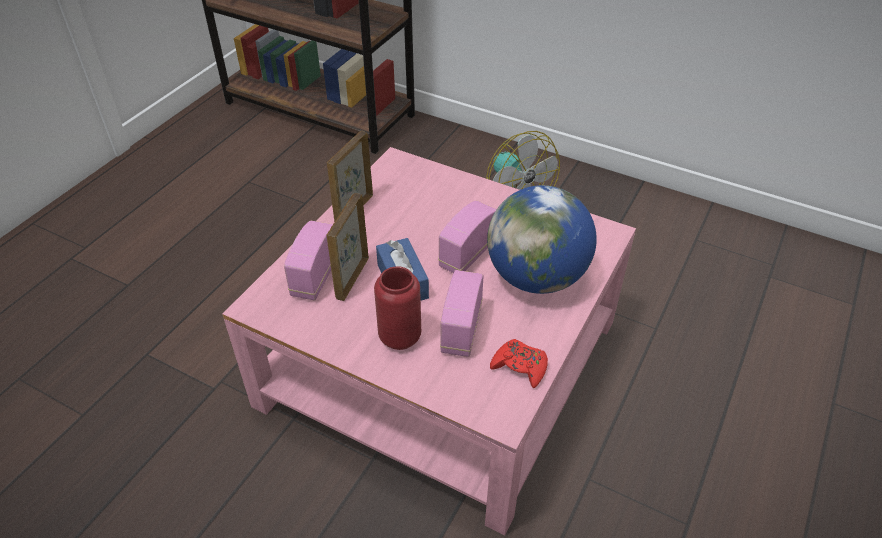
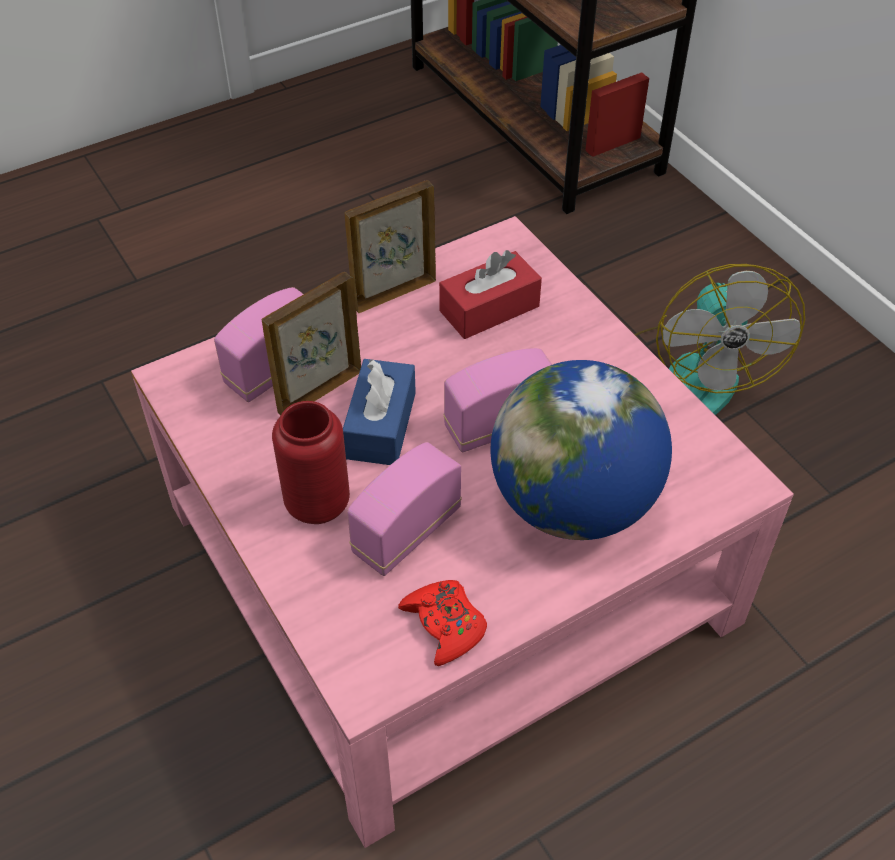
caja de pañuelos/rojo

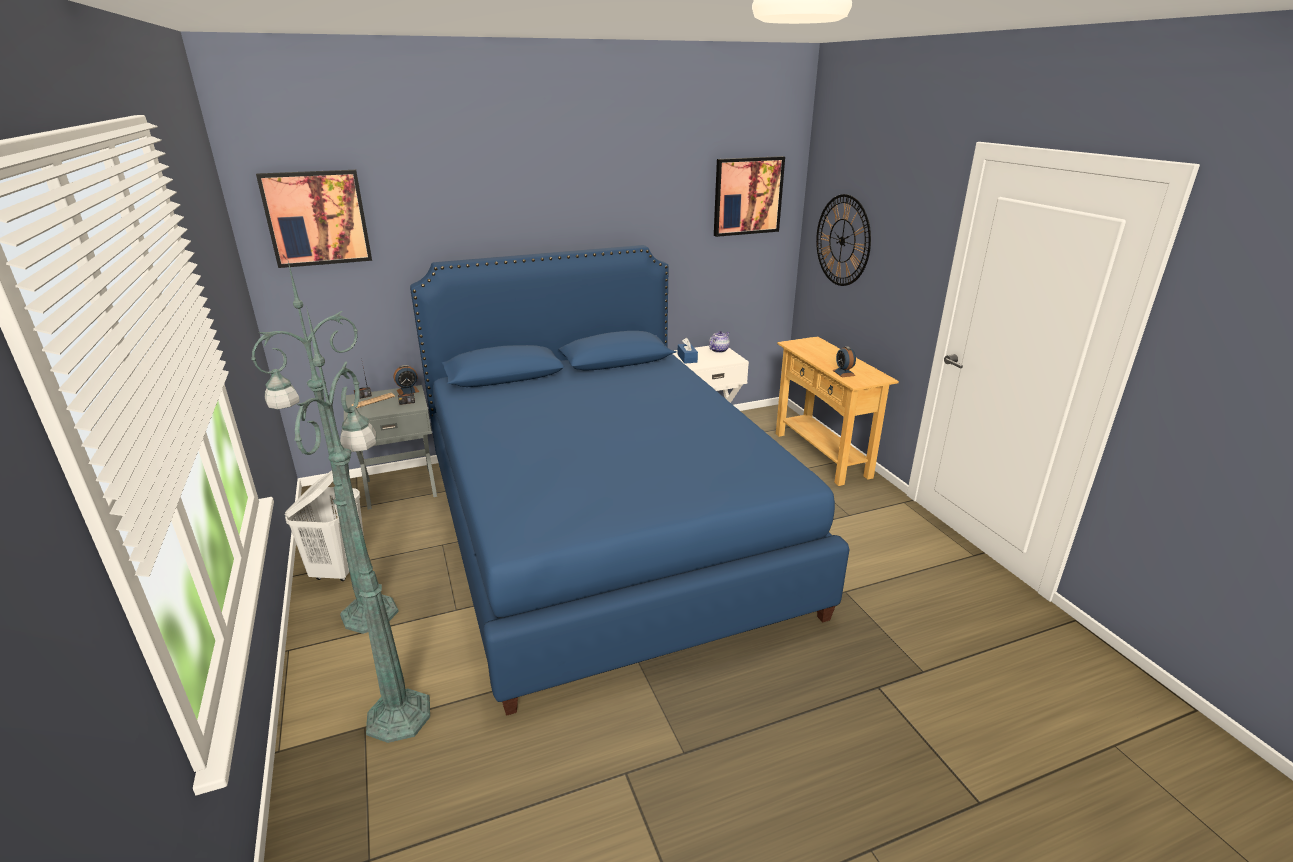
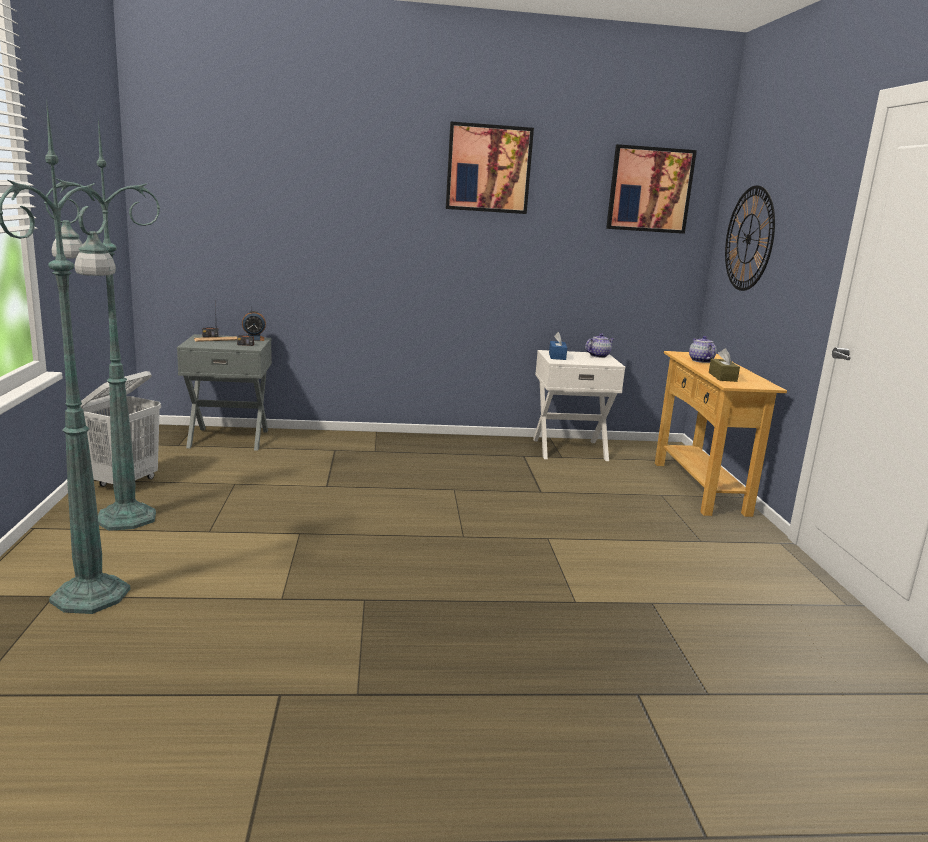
cama/azul
tetera (2nd from left)
cuadro (1st from left)
caja de pañuelos/marrón

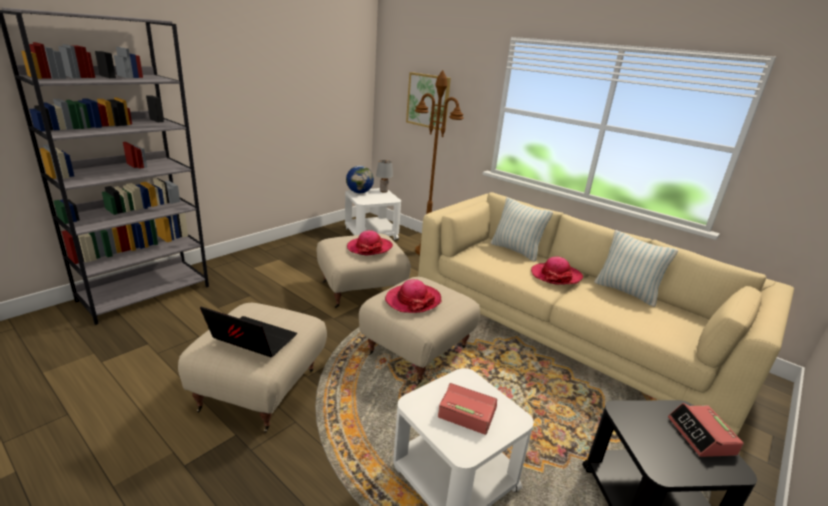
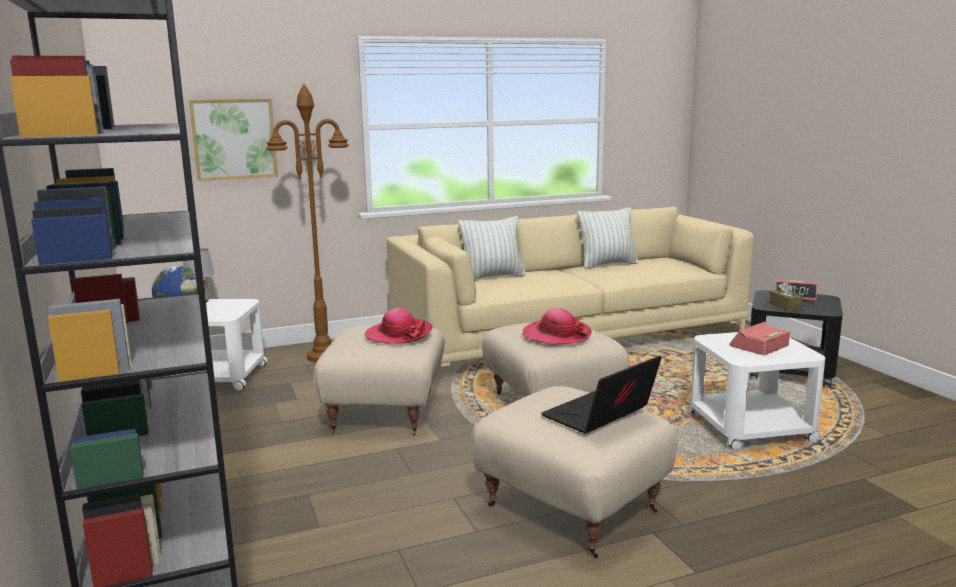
sombrero (3rd from left in the first image)
caja de pañuelos/marrón

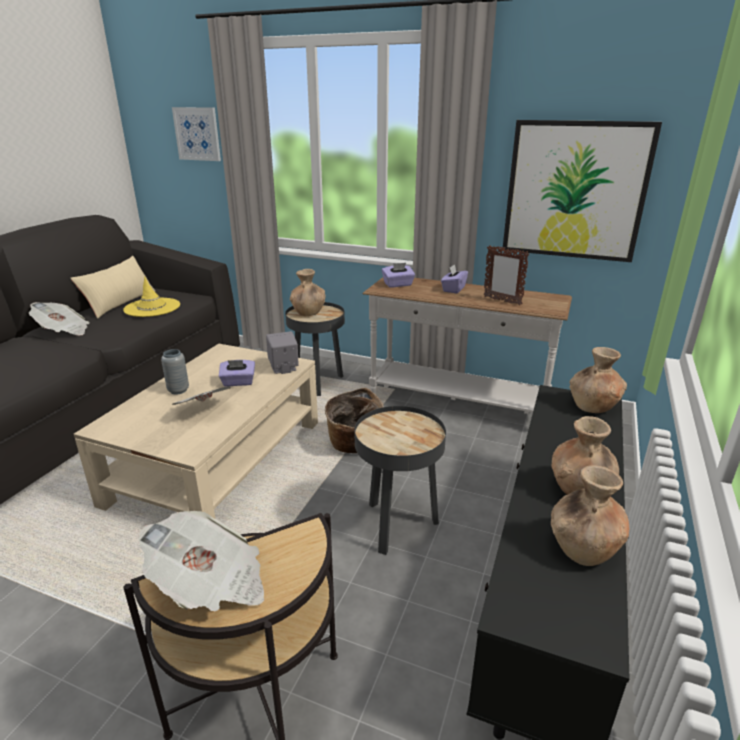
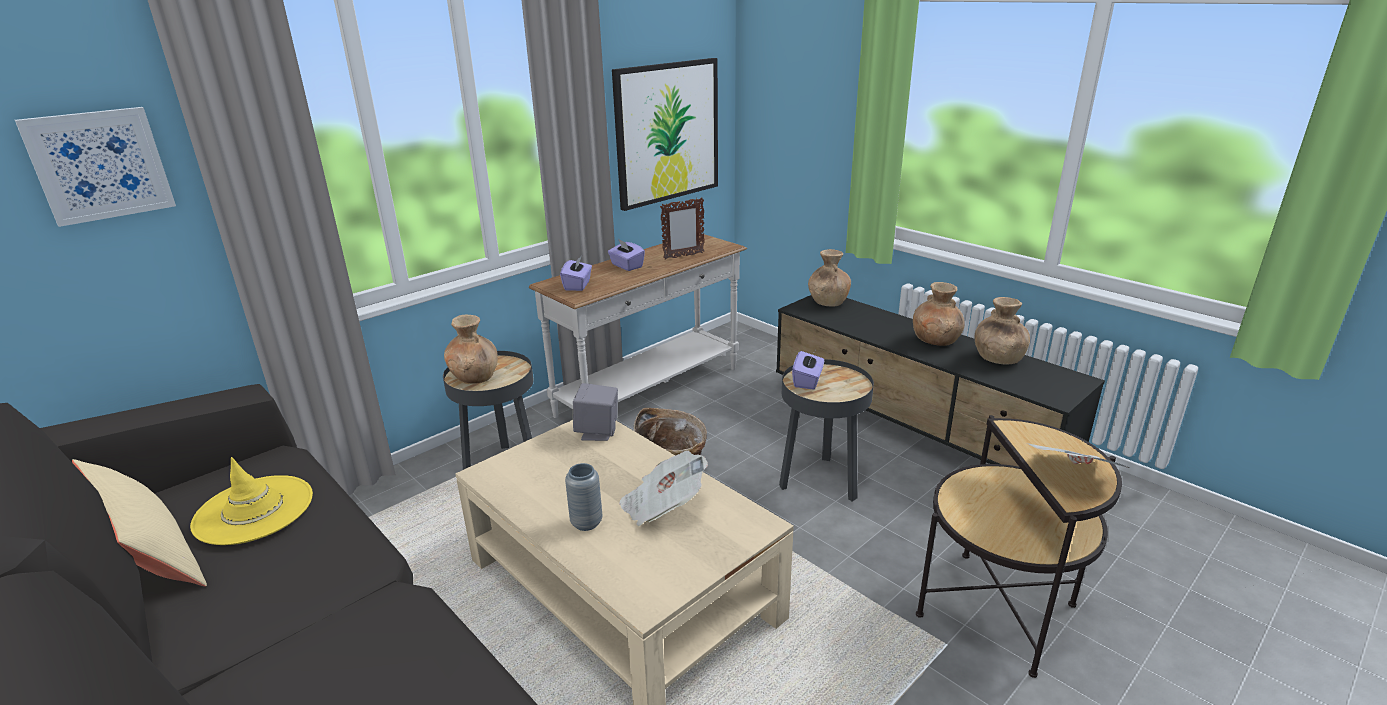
periódico (1st from left in the first image)
caja de pañuelos/morado (3rd from left)

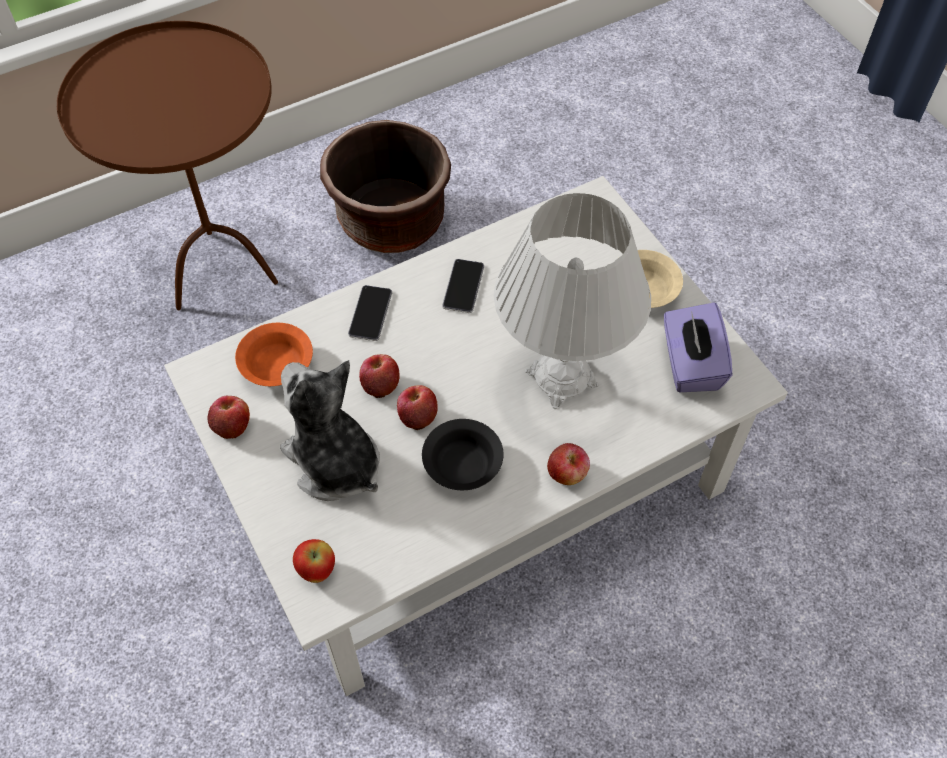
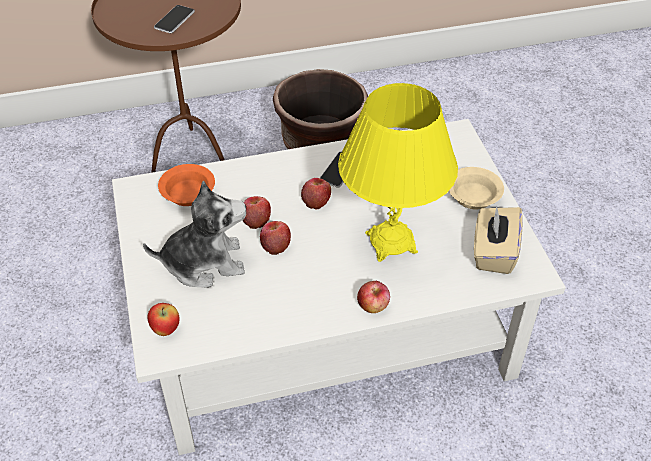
cuenco/negro
manzana (4th from left)
móvil (1st from left)
lámpara de mesa/amarillo
caja de pañuelos/beis
peluche

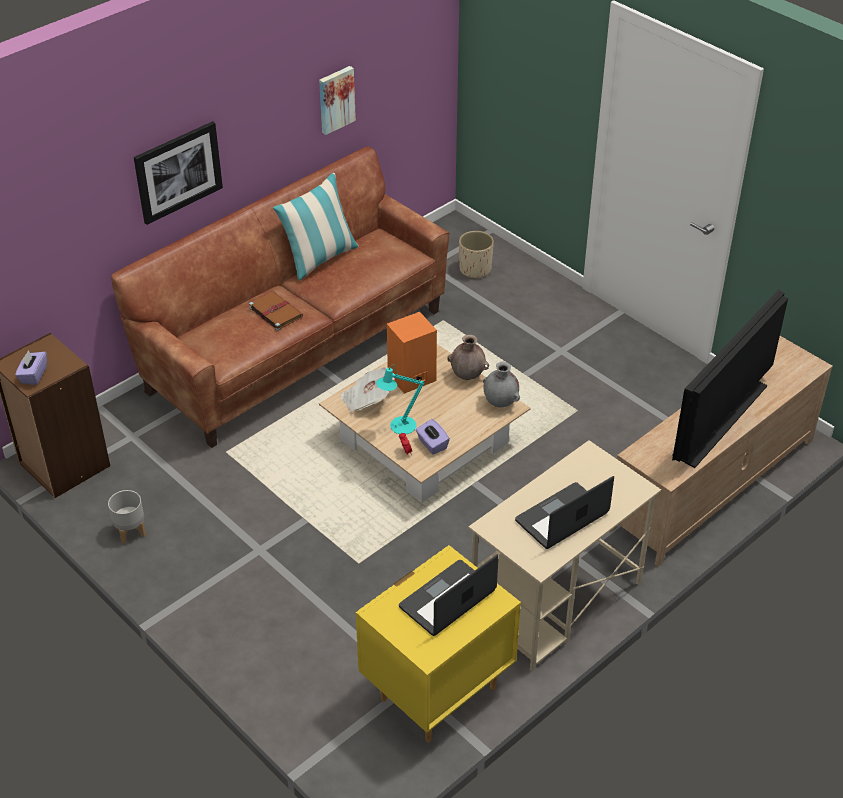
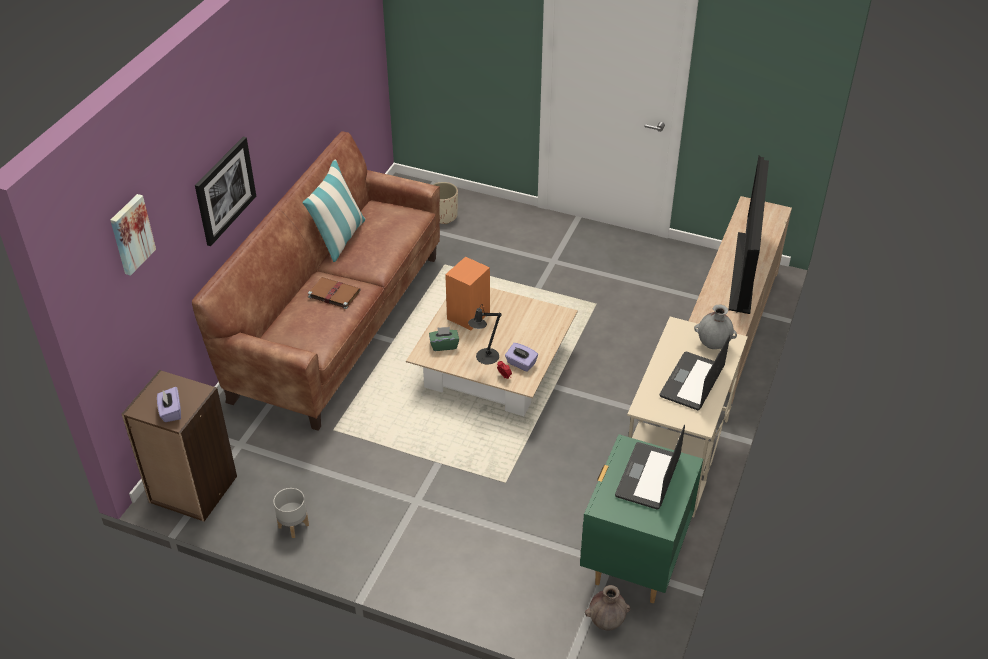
cuadro (1st from left)
florero/marrón
florero/gris
caja de pañuelos/verde
mesita de noche/verde
lámpara de mesa/negro

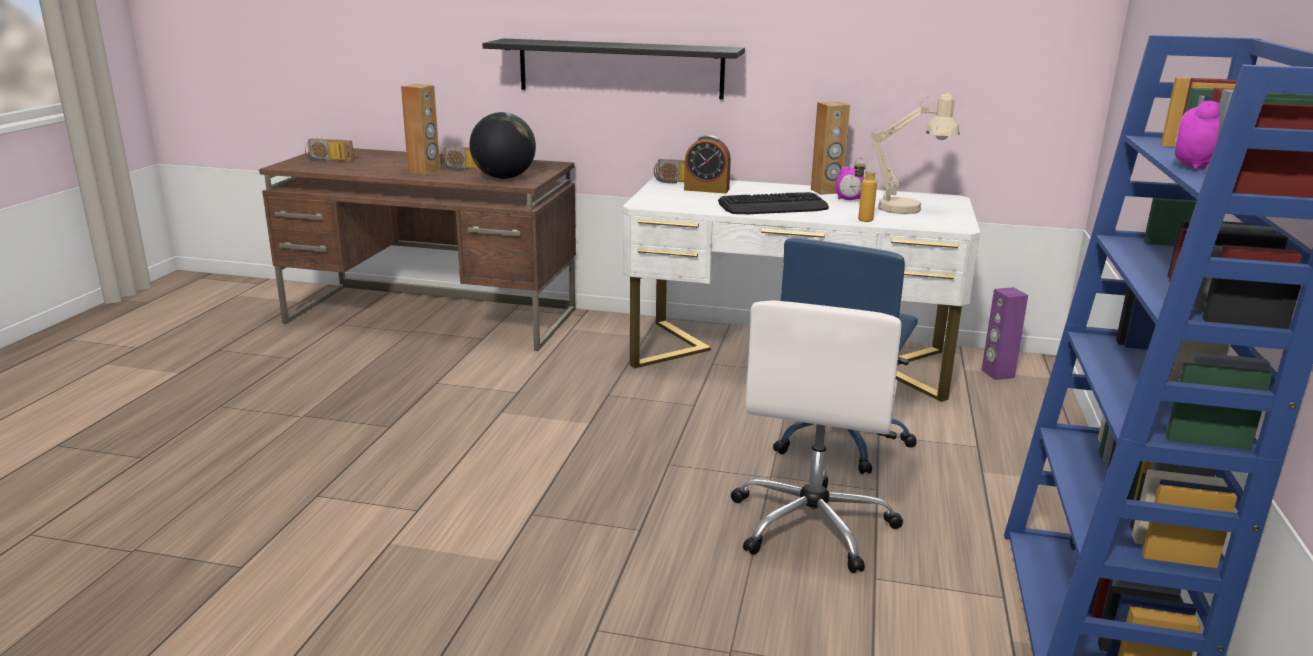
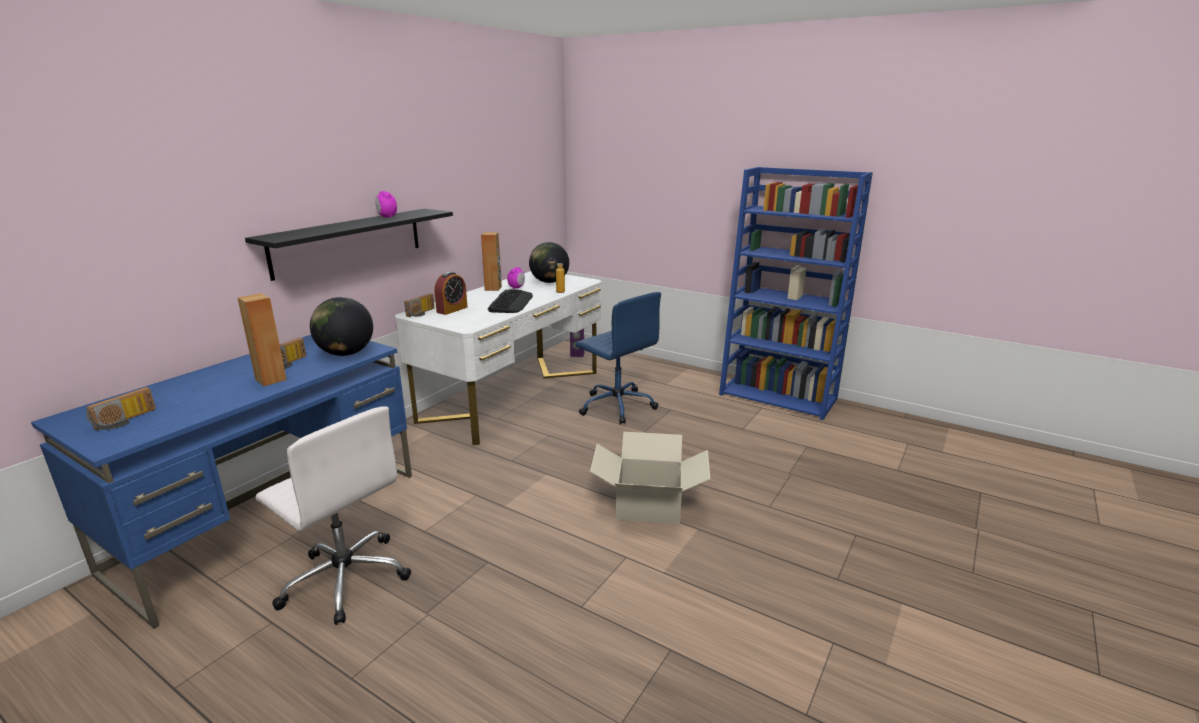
caja de cartón
silla de oficina/blanco
despertador (1st from left)
globo terráqueo (2nd from left)
escritorio/azul

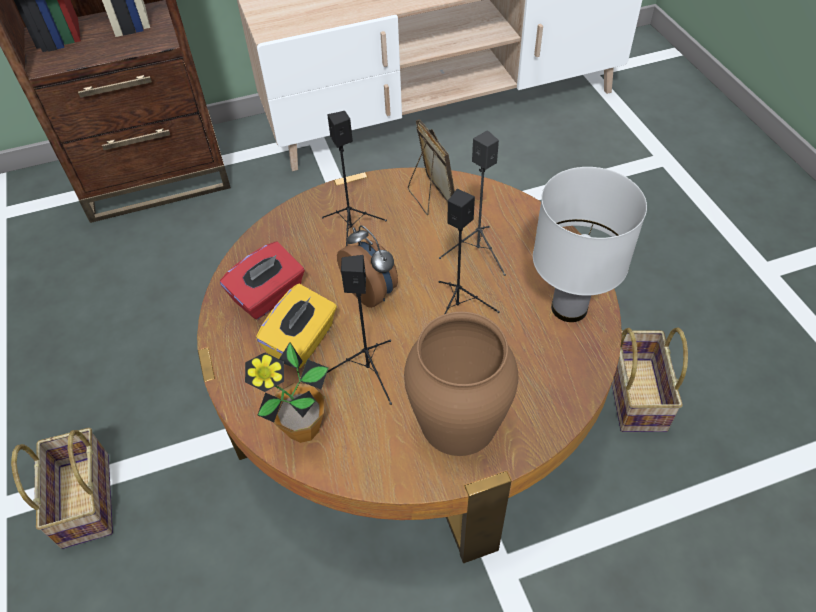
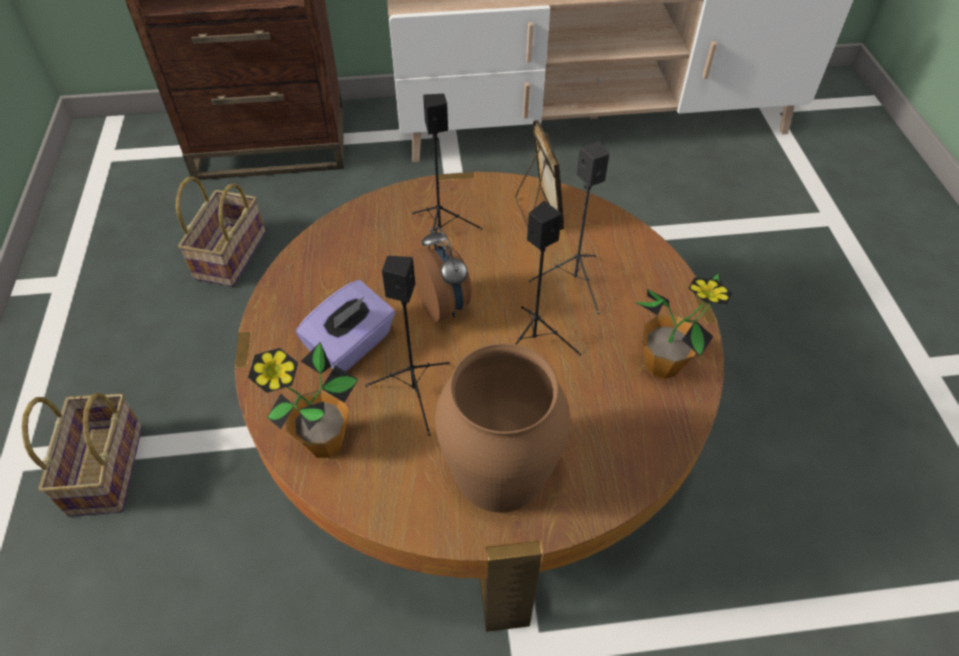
caja de pañuelos/rojo
cesta (2nd from left)
planta en maceta (2nd from left)
caja de pañuelos/morado

